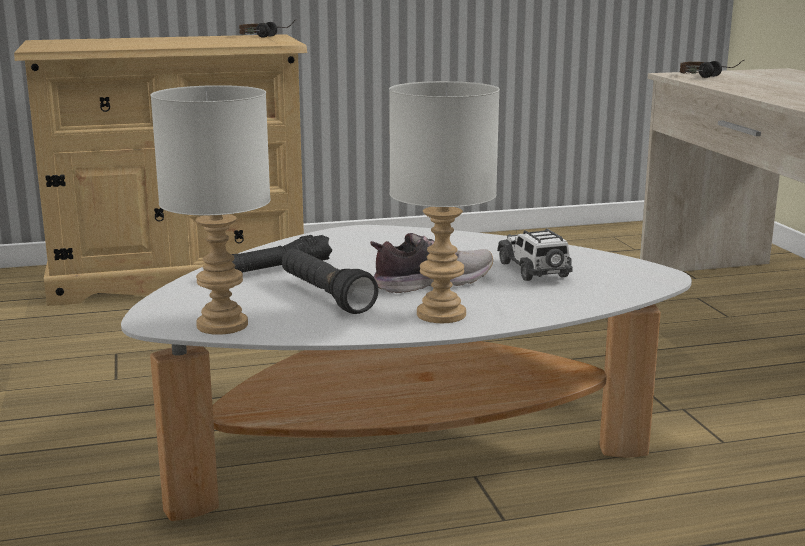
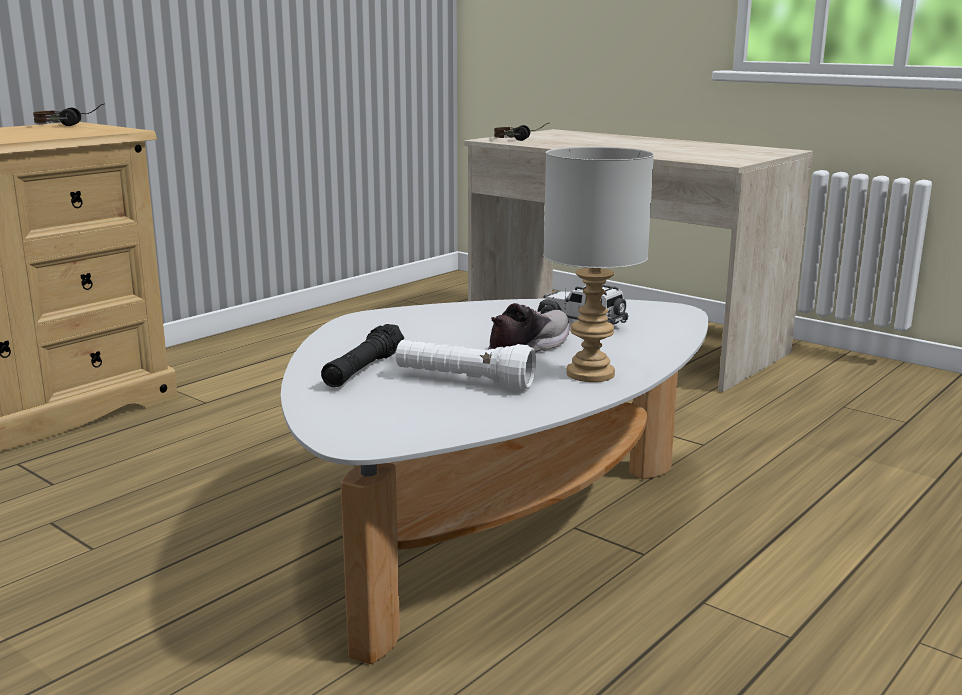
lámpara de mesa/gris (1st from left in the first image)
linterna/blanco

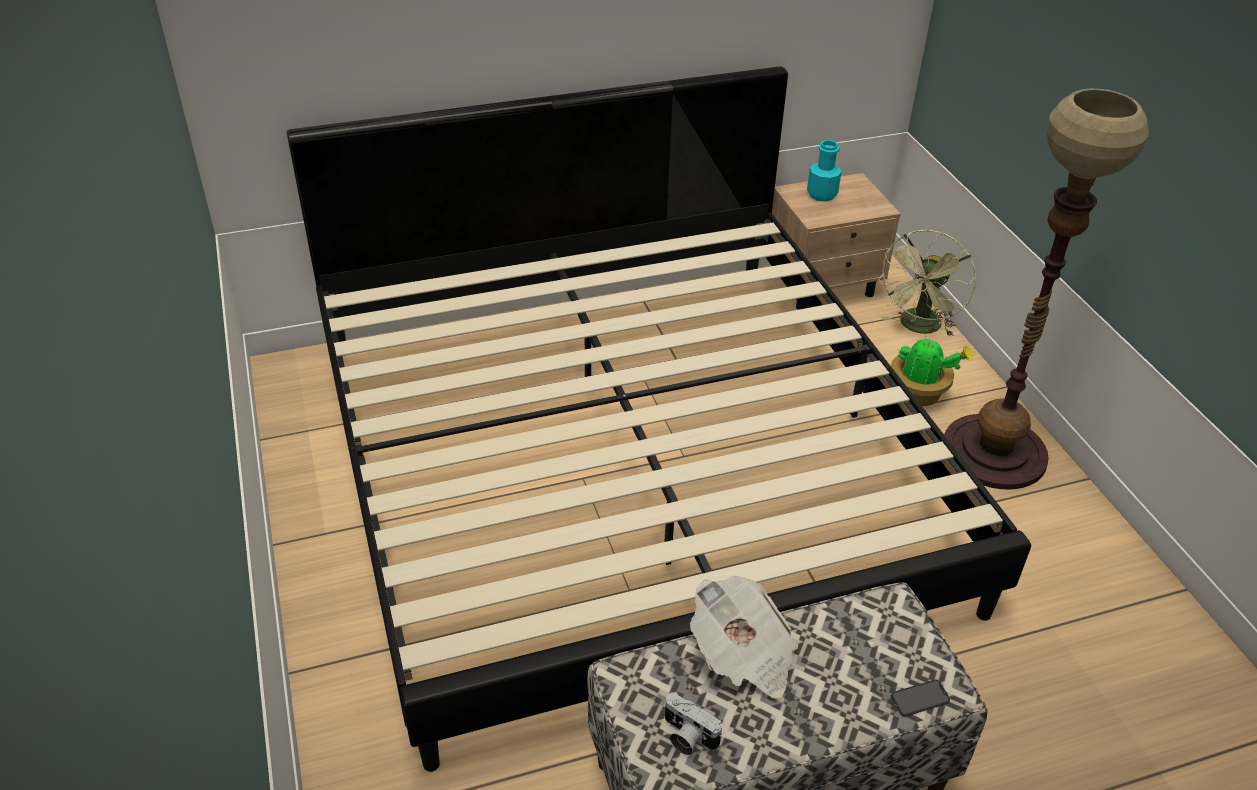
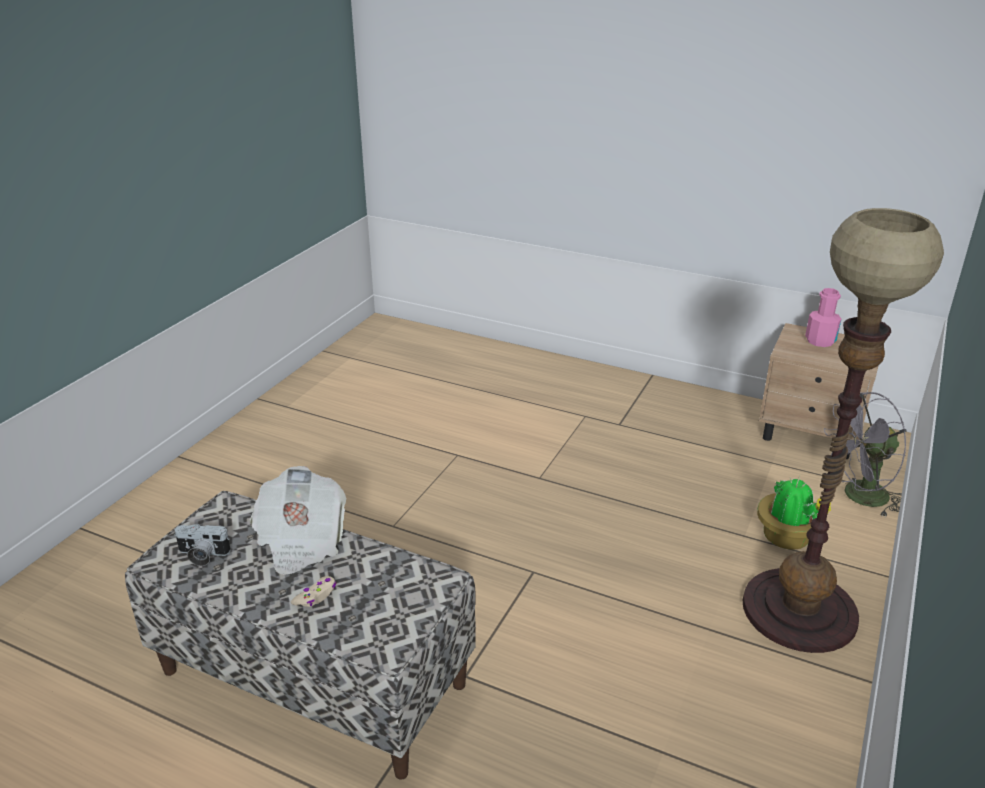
cama
móvil
mando de consola/beis
botella/rosa
ventilador/gris
cámara

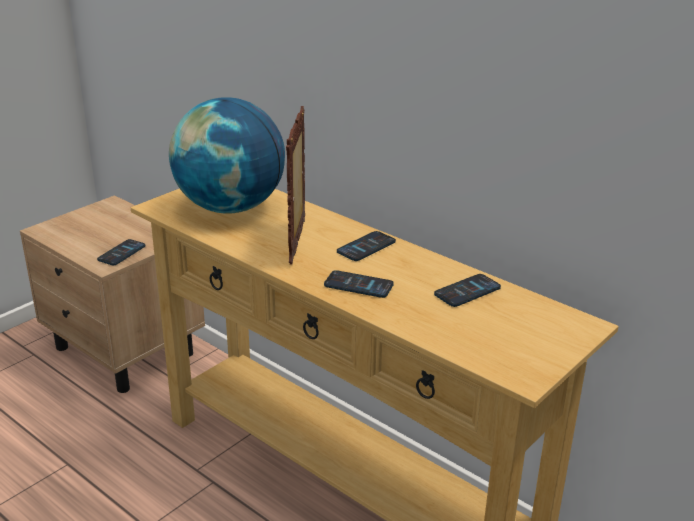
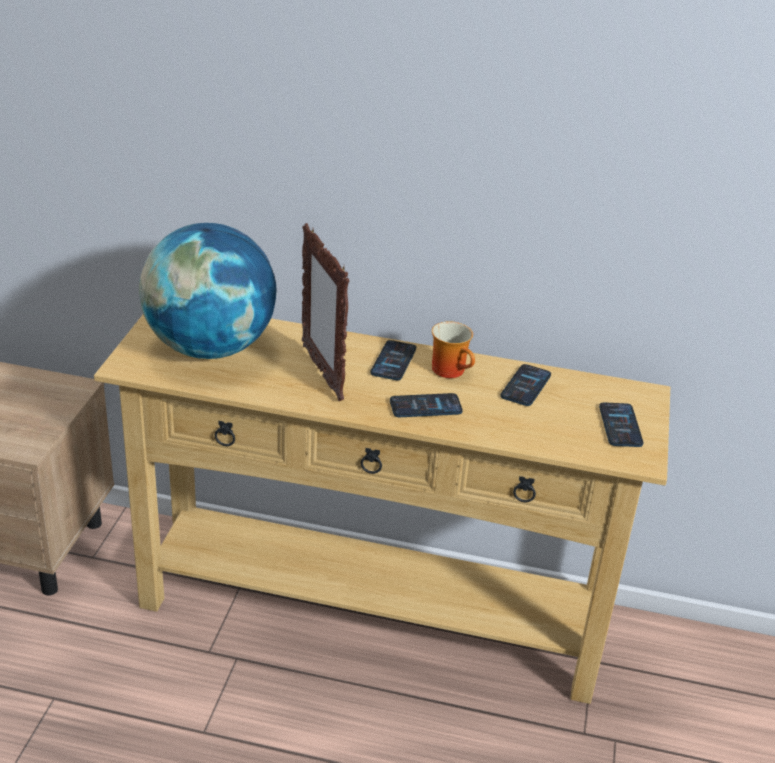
taza grande
móvil (4th from left)

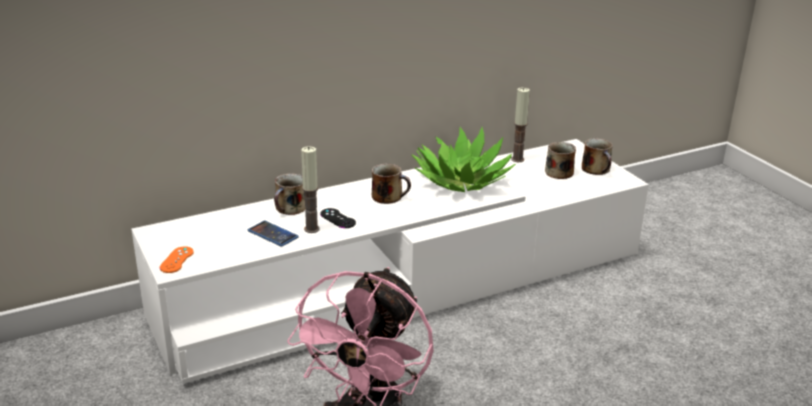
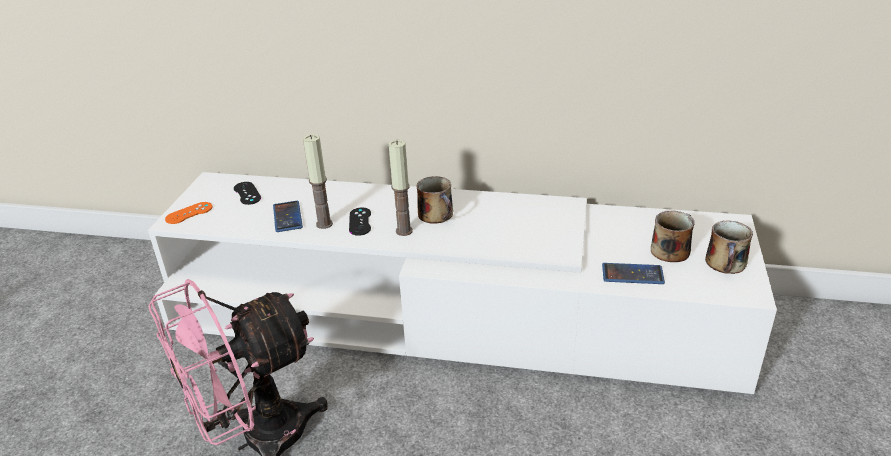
taza grande (1st from left in the first image)
planta en maceta
mando de consola/negro (1st from left)
móvil (2nd from left)
vela (2nd from left)

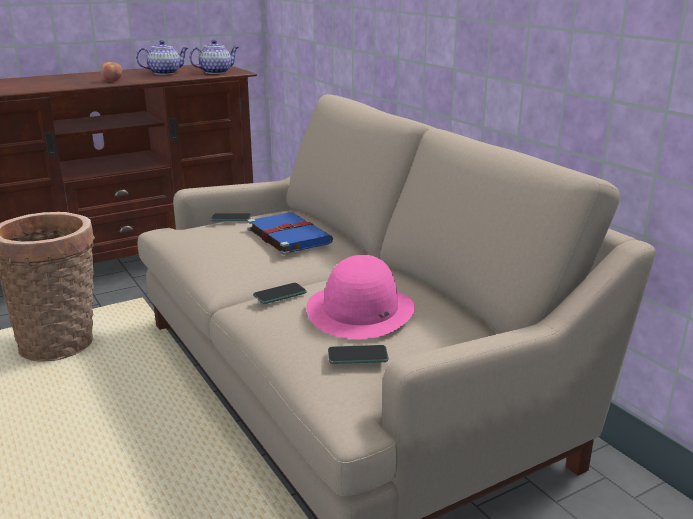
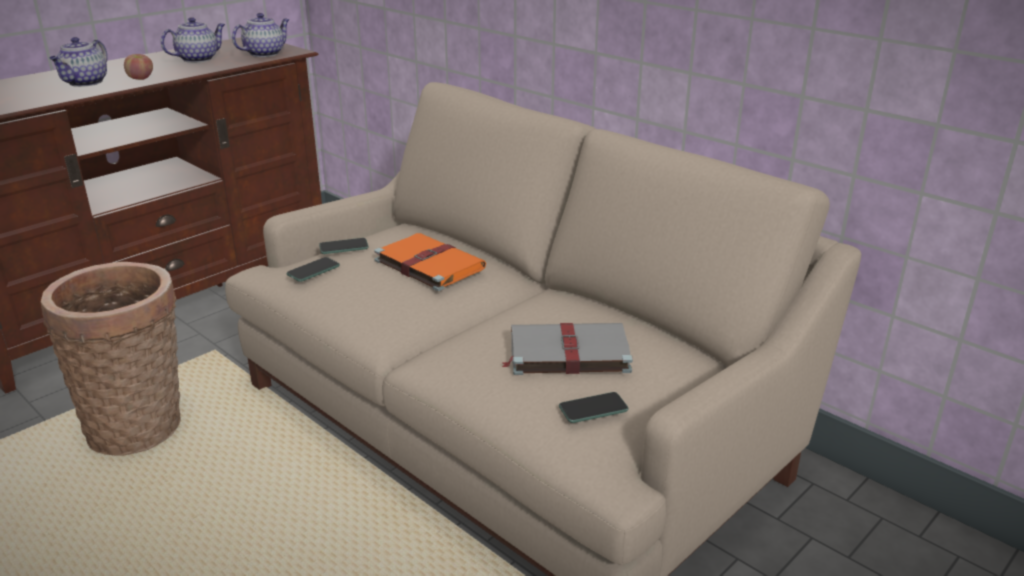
tetera (1st from left)
móvil (1st from left)
libro/gris
libro/naranja

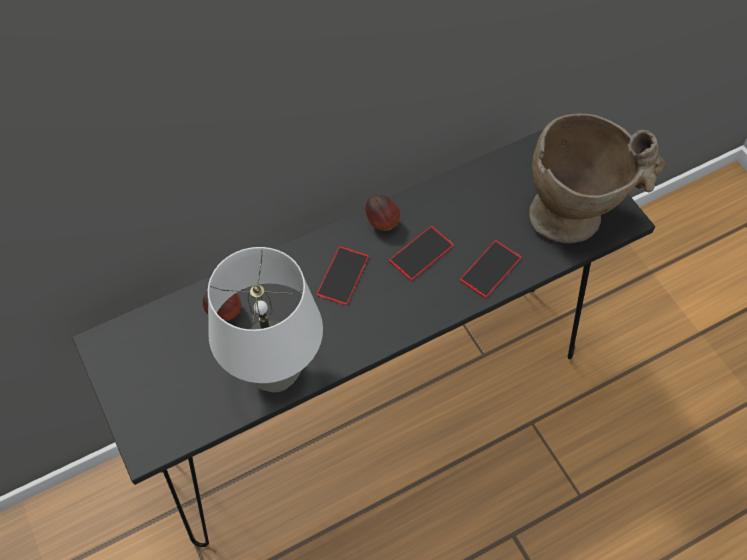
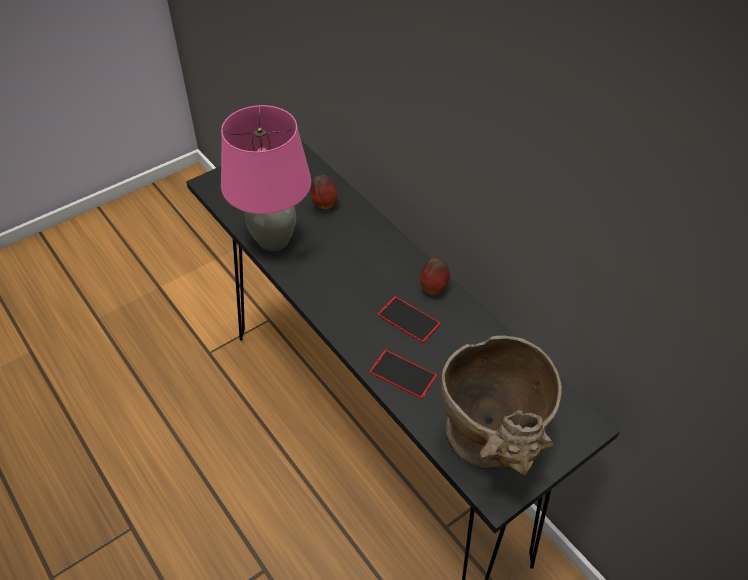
móvil (1st from left in the first image)
lámpara de mesa/rosa

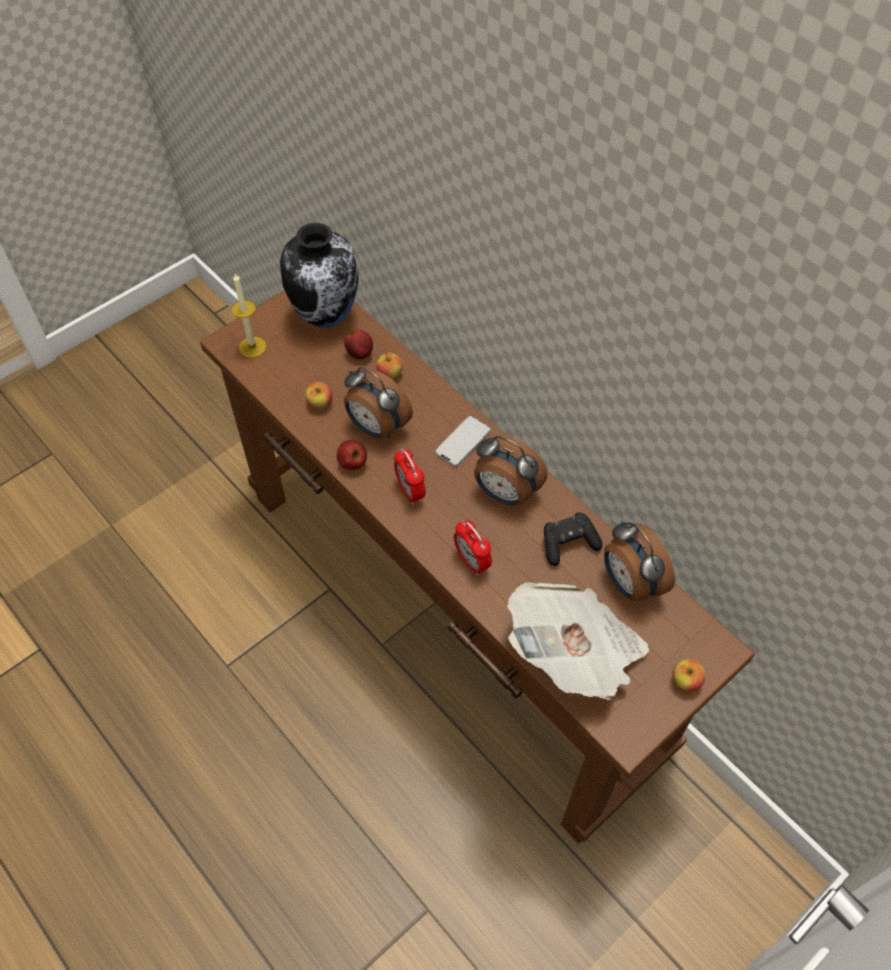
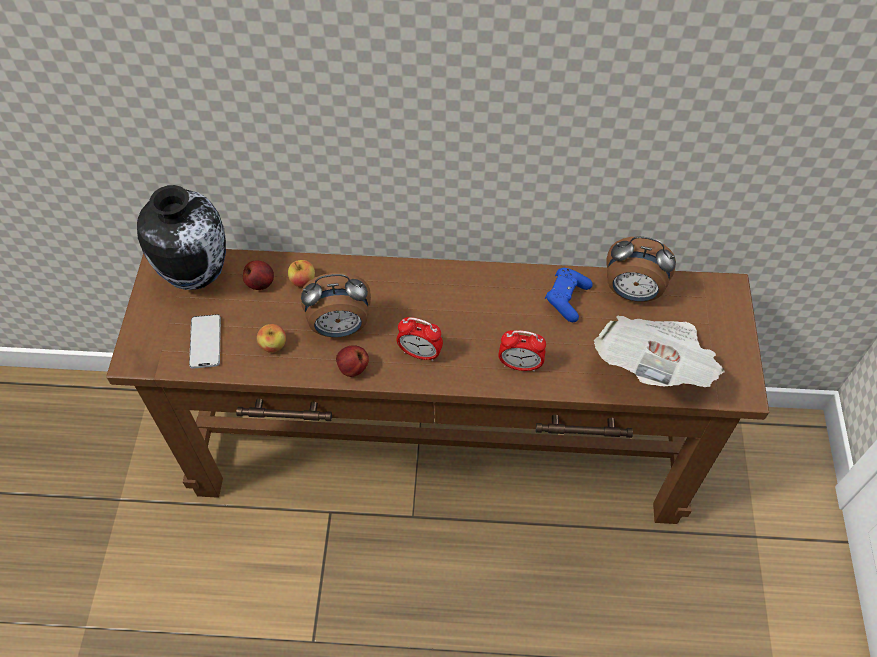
vela
despertador (4th from left in the first image)
manzana (5th from left in the first image)
móvil
mando de consola/azul

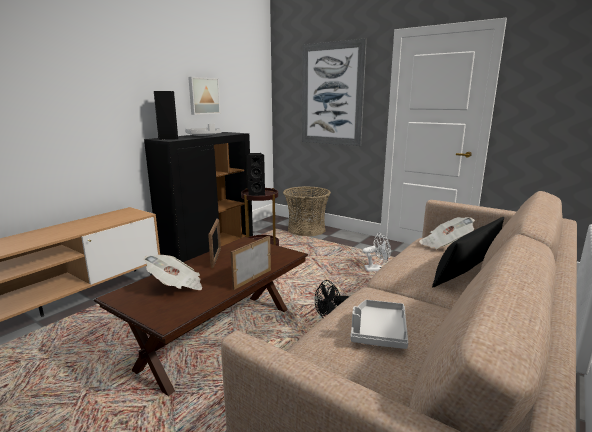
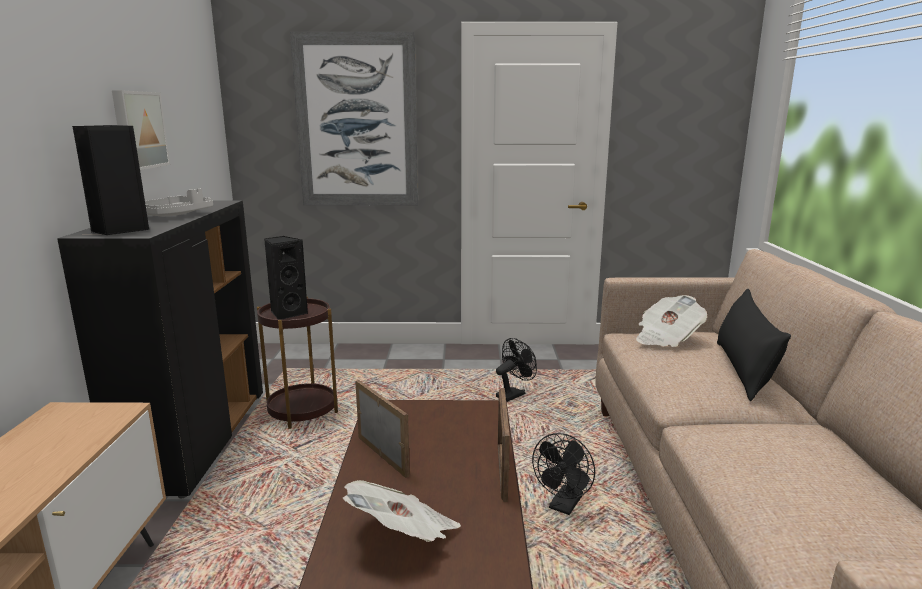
cesta
bandeja/gris (2nd from left in the first image)
ventilador/negro (1st from left)

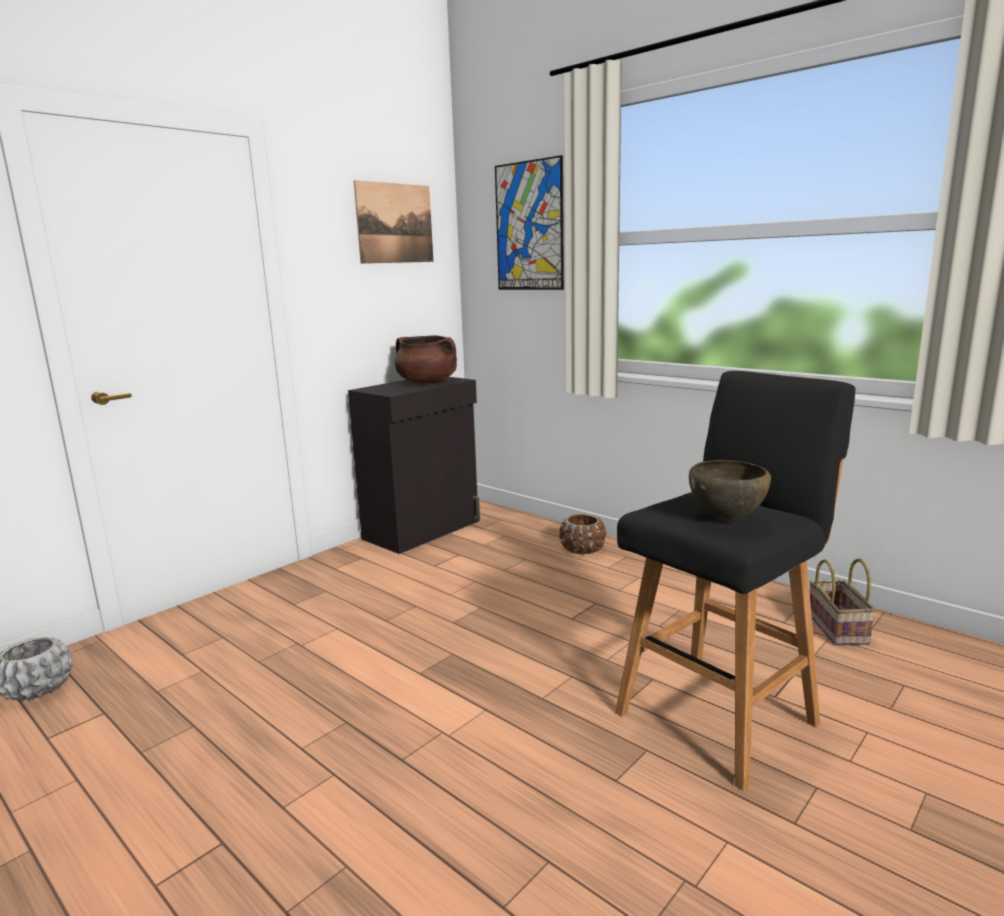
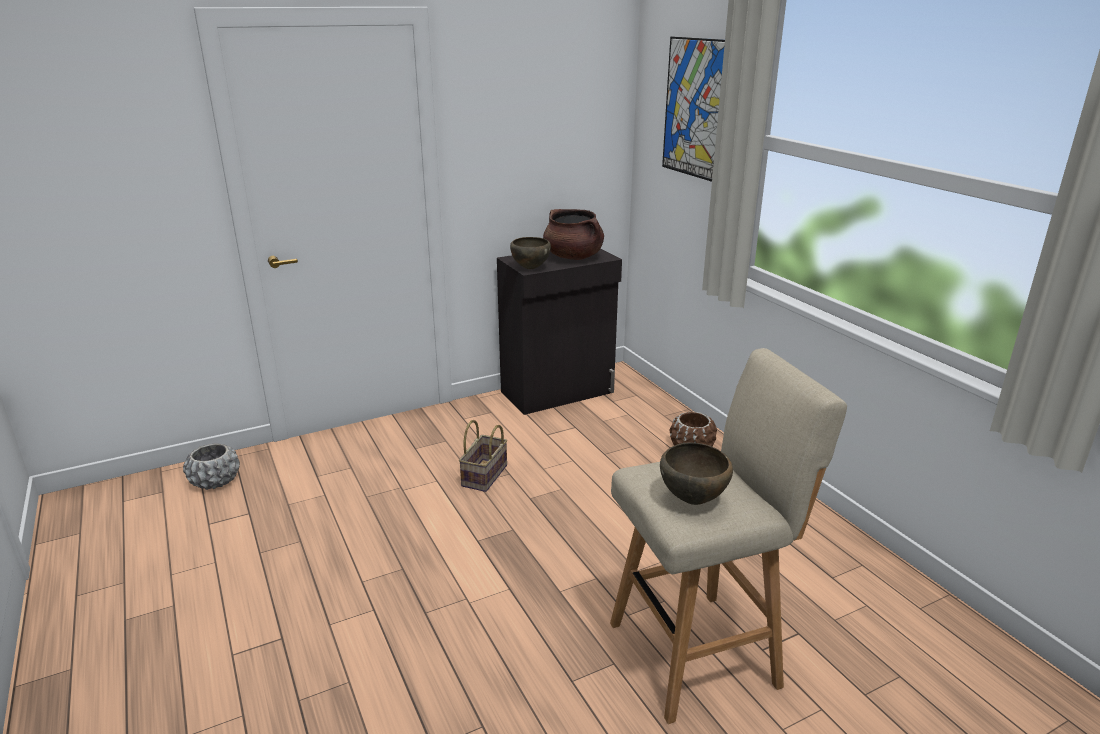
cuadro (1st from left in the first image)
cuenco/marrón (1st from left)
cesta
taburete/beis

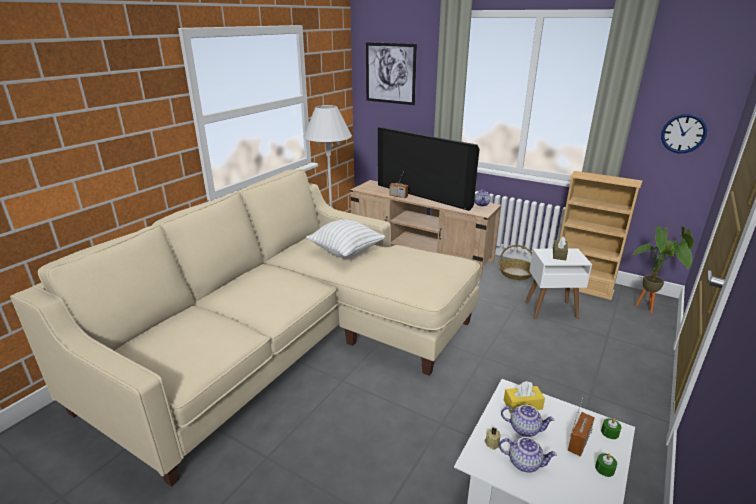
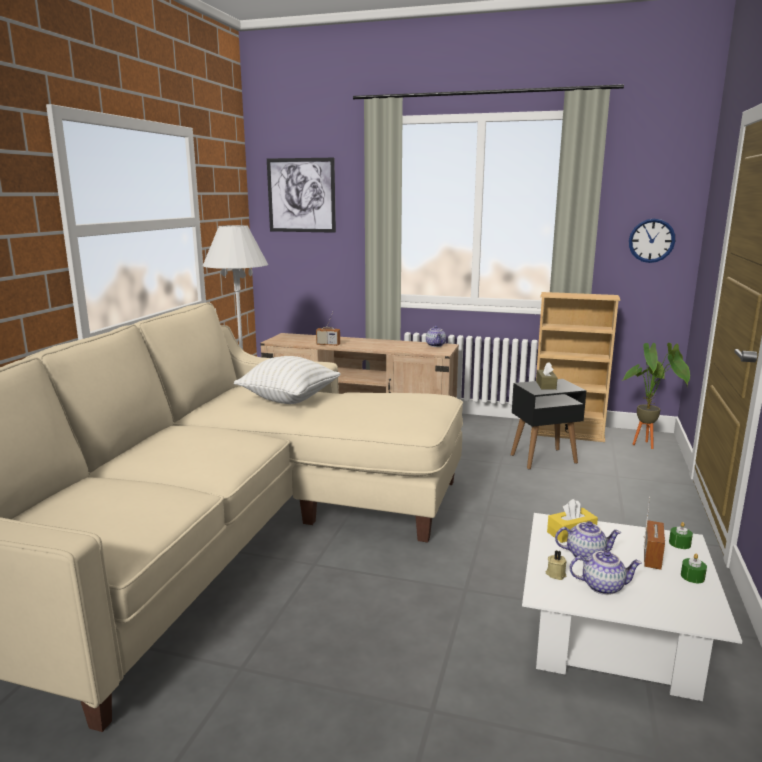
televisor
cesta
mesa auxiliar/negro

